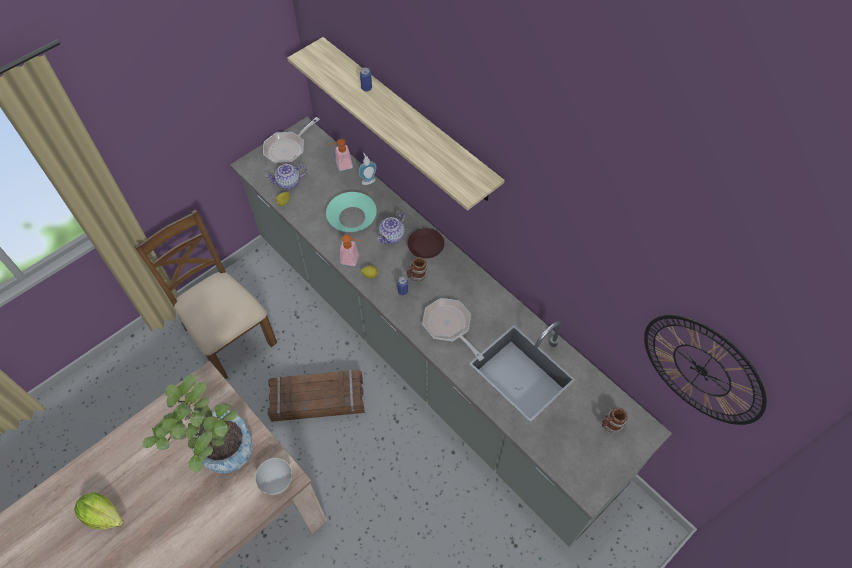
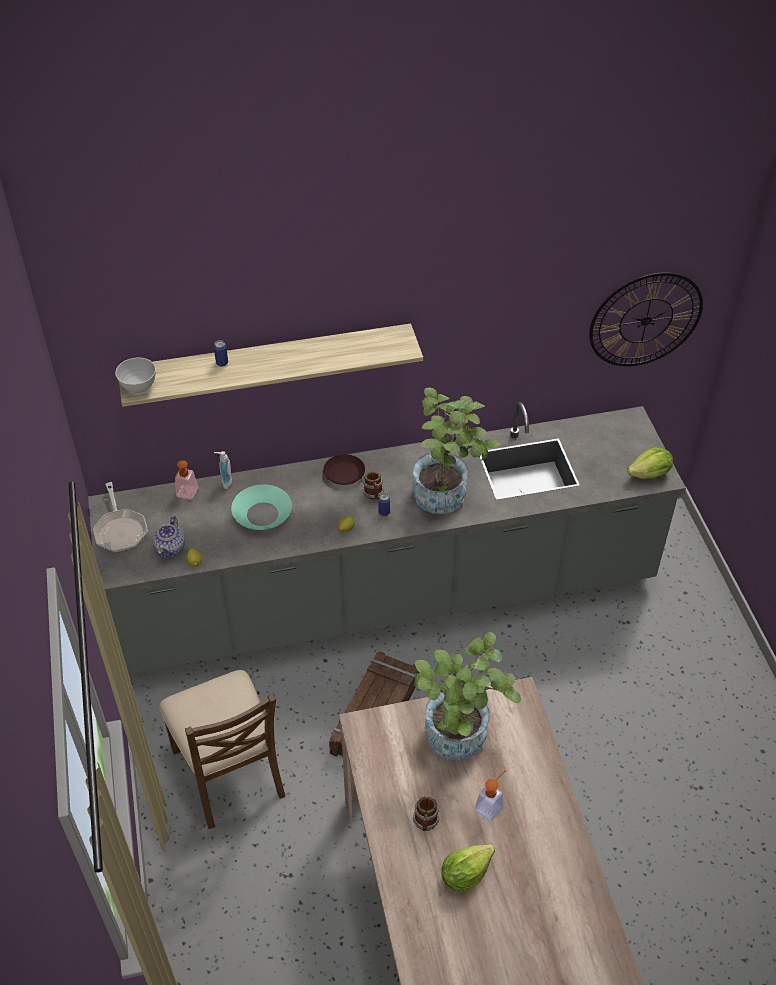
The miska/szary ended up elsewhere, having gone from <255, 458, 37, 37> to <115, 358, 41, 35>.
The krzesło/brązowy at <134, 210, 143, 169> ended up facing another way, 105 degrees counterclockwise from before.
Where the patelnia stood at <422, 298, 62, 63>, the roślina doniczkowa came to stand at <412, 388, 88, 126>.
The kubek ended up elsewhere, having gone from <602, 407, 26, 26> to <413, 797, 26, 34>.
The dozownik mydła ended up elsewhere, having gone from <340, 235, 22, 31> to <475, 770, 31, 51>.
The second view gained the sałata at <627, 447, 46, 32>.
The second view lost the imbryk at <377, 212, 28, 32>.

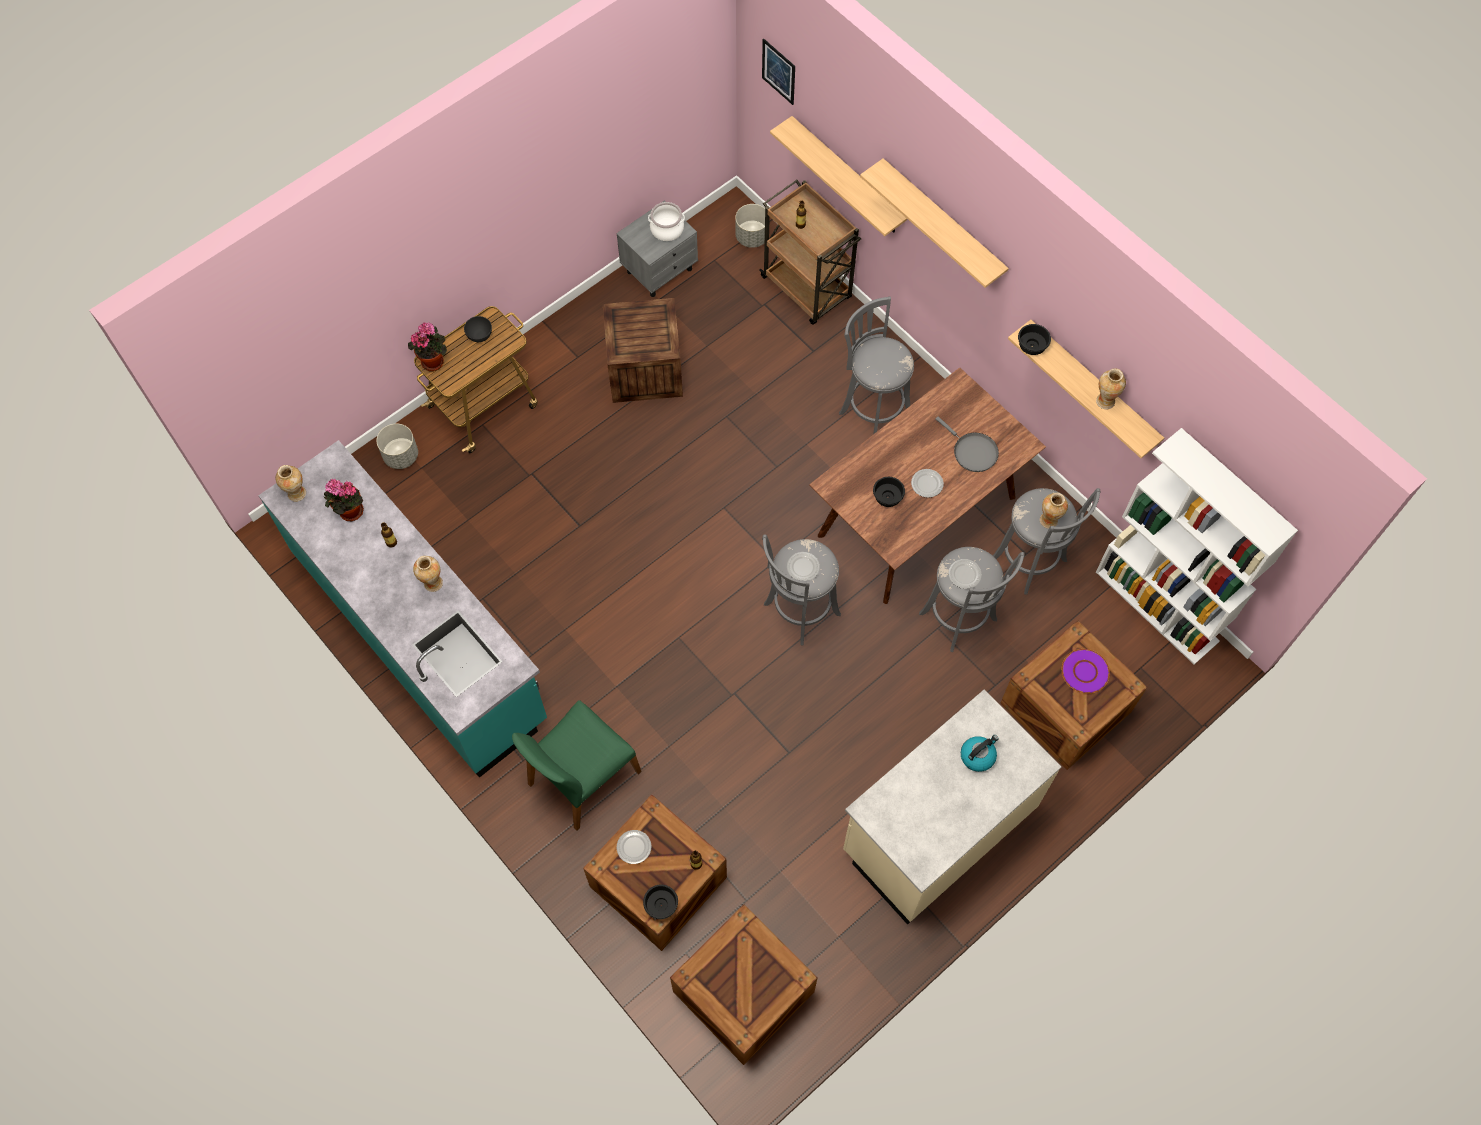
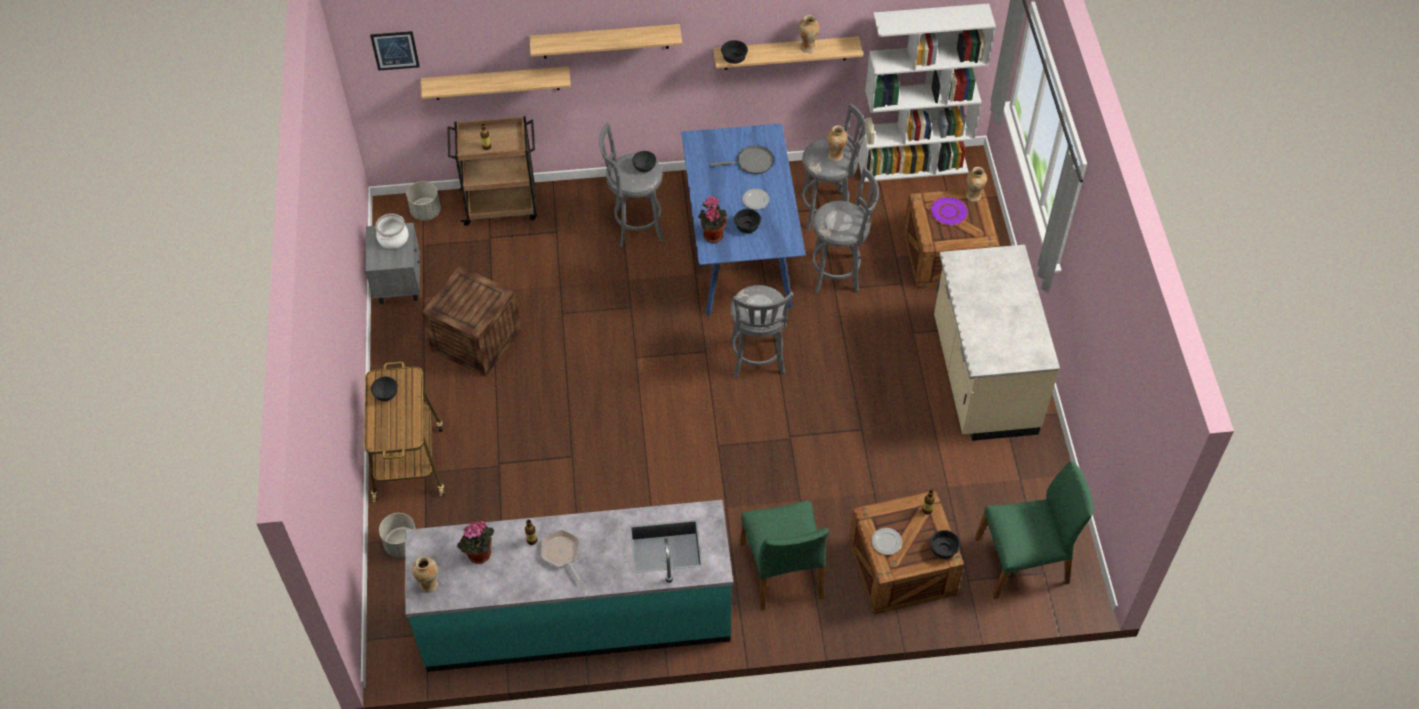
The second view gained the patelnia at <541, 530, 41, 54>.
The second view gained the miska/szary at <632, 151, 24, 21>.
What was the stół jadalny/brązowy at <809, 368, 237, 236> turned into the stół jadalny/niebieski at <681, 123, 125, 193>.
The roślina doniczkowa ended up elsewhere, having gone from <408, 322, 39, 49> to <698, 196, 29, 47>.
The wazon ended up elsewhere, having gone from <413, 556, 30, 36> to <966, 167, 21, 35>.
Where the skrzynka stood at <670, 904, 148, 161>, the krzesło/zielony came to stand at <975, 461, 119, 138>.
The second view lost the czajnik at <961, 735, 38, 37>.

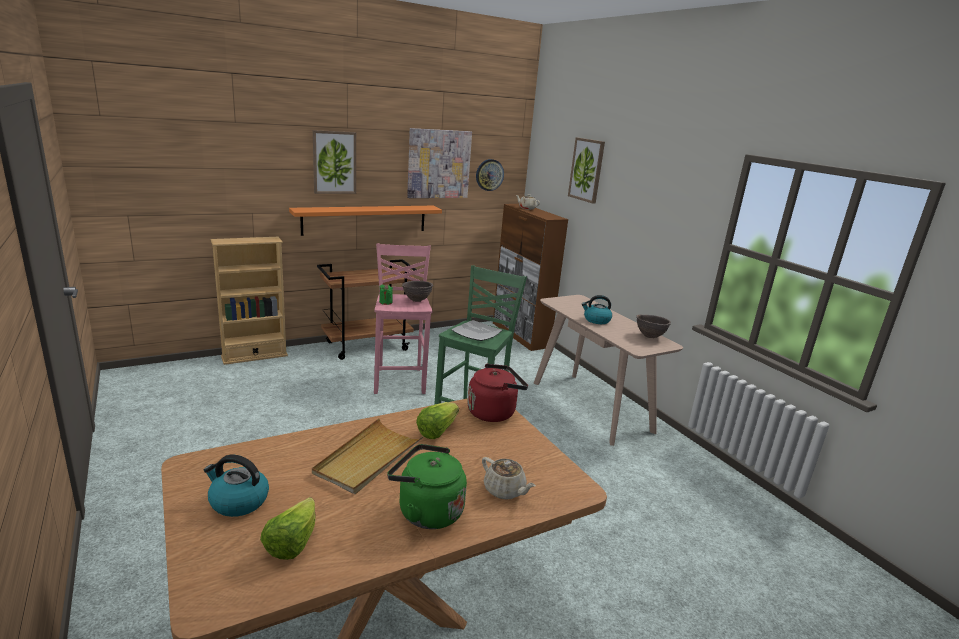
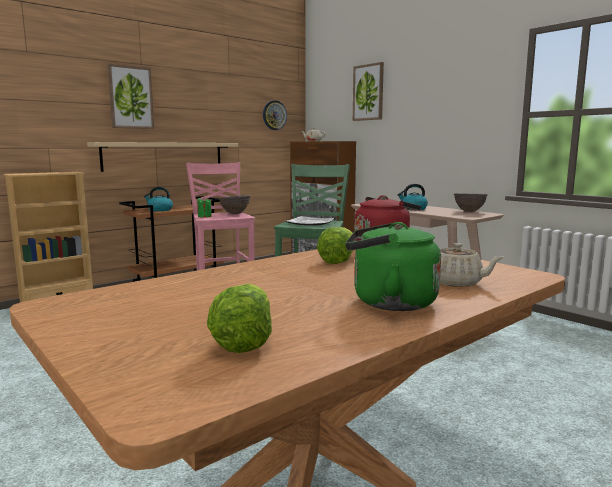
What was the półka/pomarańczowy at <289, 206, 153, 30> turned into the półka/beżowy at <87, 142, 151, 30>.
The czajnik ended up elsewhere, having gone from <204, 454, 65, 63> to <144, 187, 29, 24>.
The second view lost the taca/beżowy at <312, 418, 111, 76>.
The second view lost the obraz at <407, 128, 65, 70>.

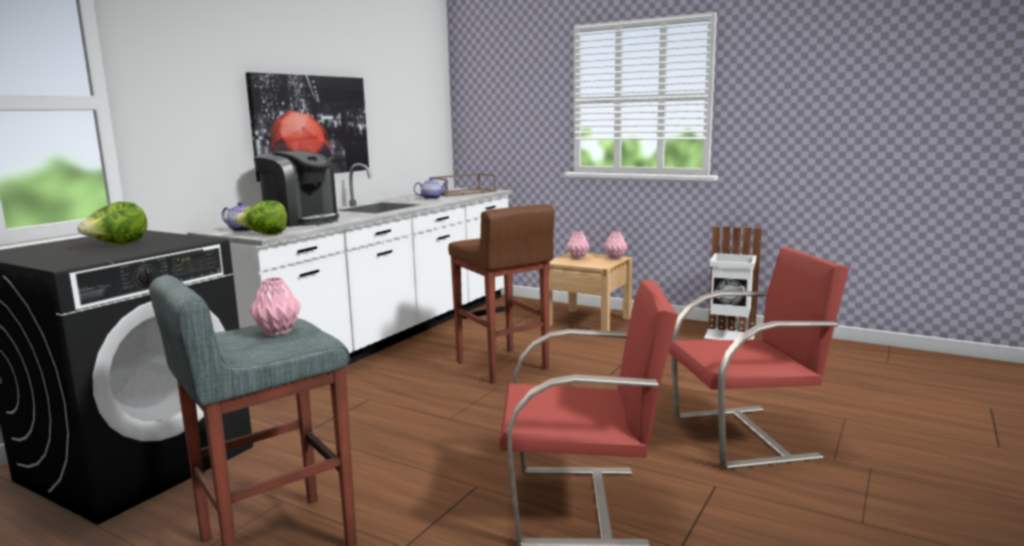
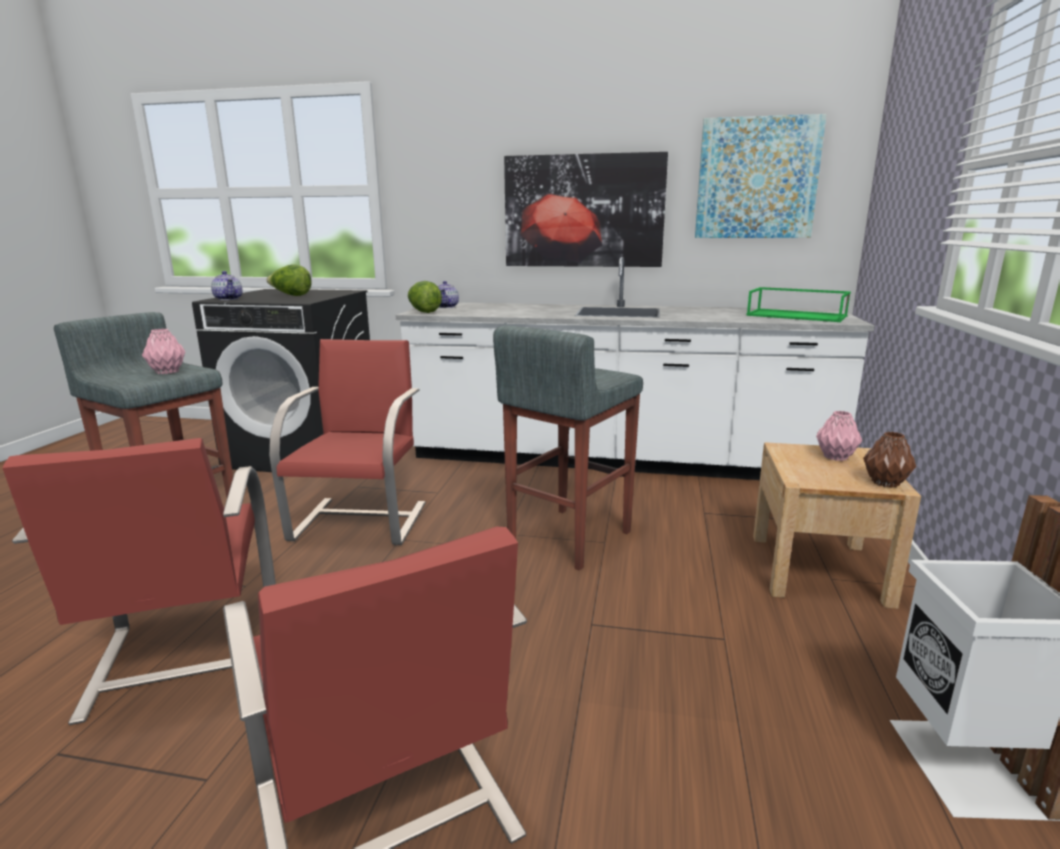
The imbryk ended up elsewhere, having gone from <414, 177, 34, 22> to <211, 271, 32, 29>.
The second view gained the krzesło/czerwony at <269, 339, 157, 206>.
What was the stołek/brązowy at <448, 204, 106, 179> turned into the stołek/szary at <493, 325, 150, 246>.
The second view gained the obraz at <695, 114, 131, 124>.
What was the taca/brązowy at <432, 173, 65, 23> turned into the taca/zielony at <746, 287, 105, 35>.
What was the wazon/różowy at <604, 231, 24, 28> turned into the wazon/brązowy at <863, 432, 53, 56>.
The second view lost the ekspres do kawy at <254, 151, 85, 76>.

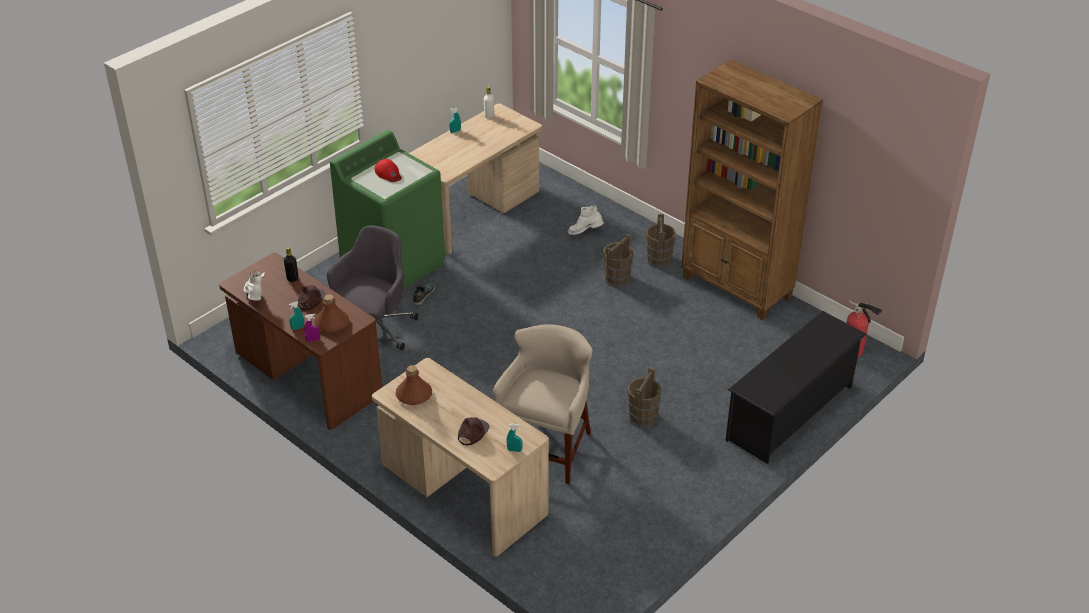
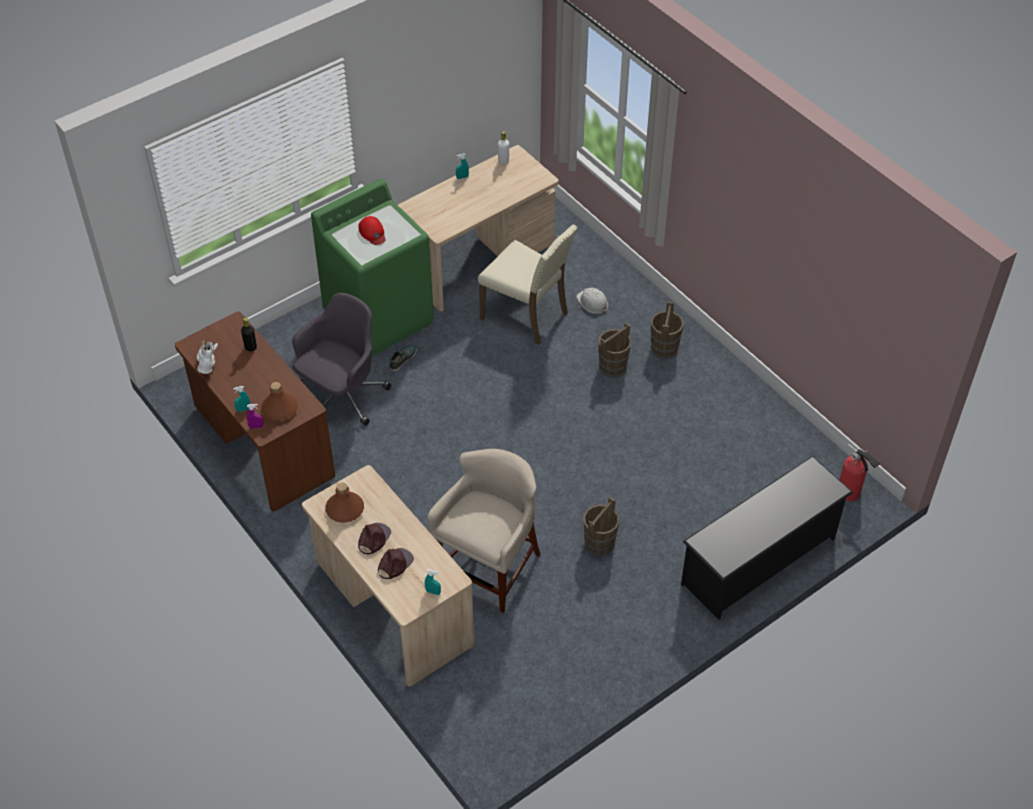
The czapka z daszkiem/brązowy ended up elsewhere, having gone from <298, 285, 27, 25> to <358, 523, 33, 31>.
The second view gained the krzesło/beżowy at <478, 224, 100, 121>.
Where the but z cholewką/biały stood at <568, 205, 36, 30>, the kask/biały came to stand at <576, 288, 32, 26>.
The second view lost the regał/brązowy at <681, 60, 142, 260>.

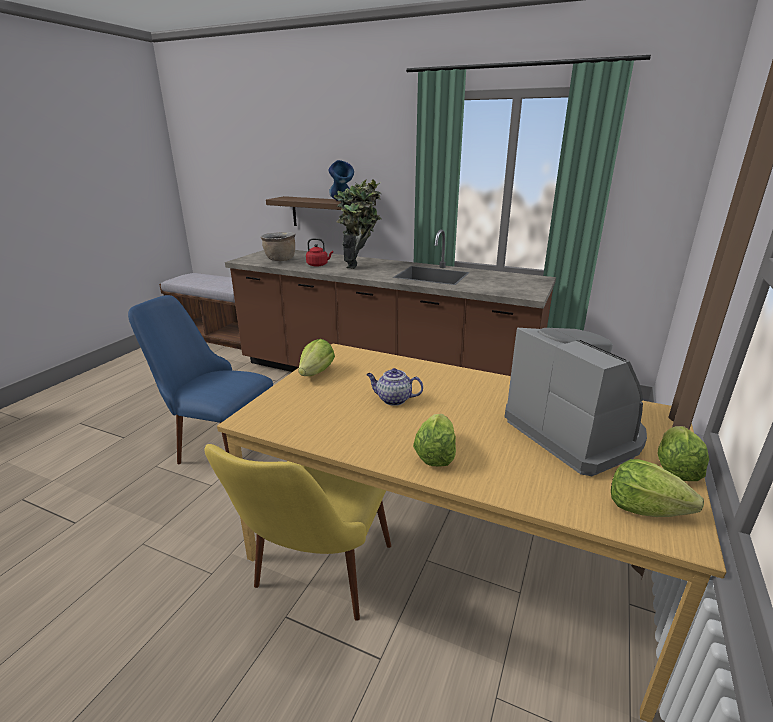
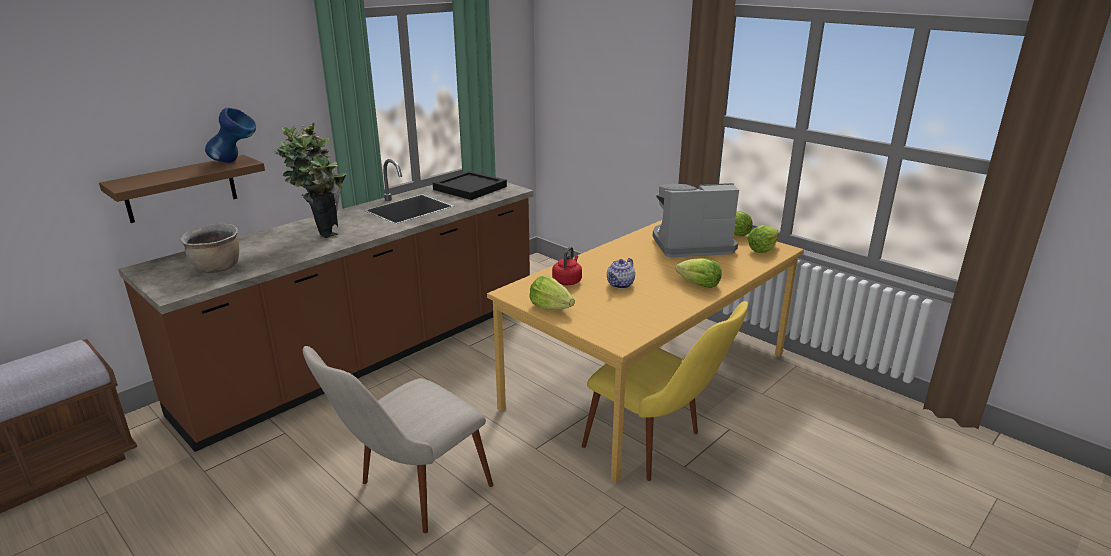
What was the krzesło/niebieski at <128, 295, 145, 169> turned into the krzesło/beżowy at <303, 346, 190, 187>.
The second view gained the taca/czarny at <433, 171, 74, 29>.
The czajnik/czerwony ended up elsewhere, having gone from <306, 238, 27, 29> to <552, 247, 30, 38>.

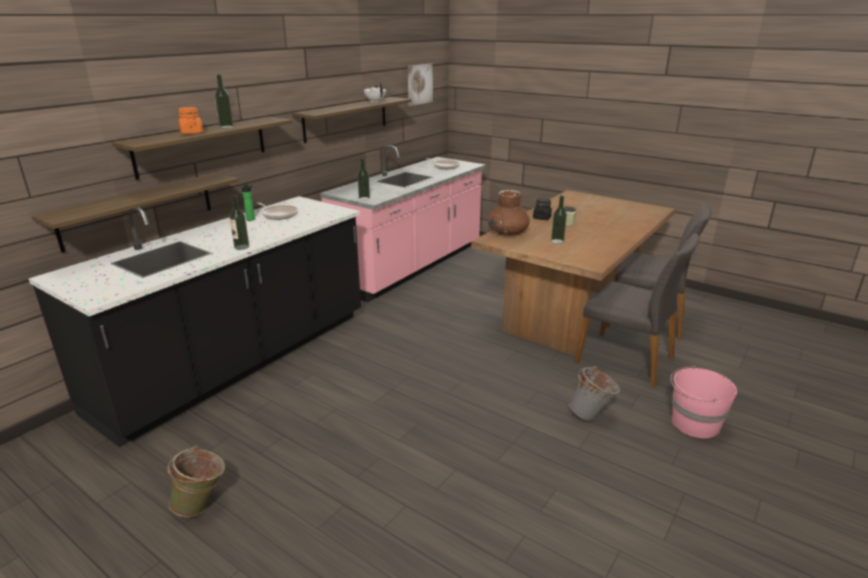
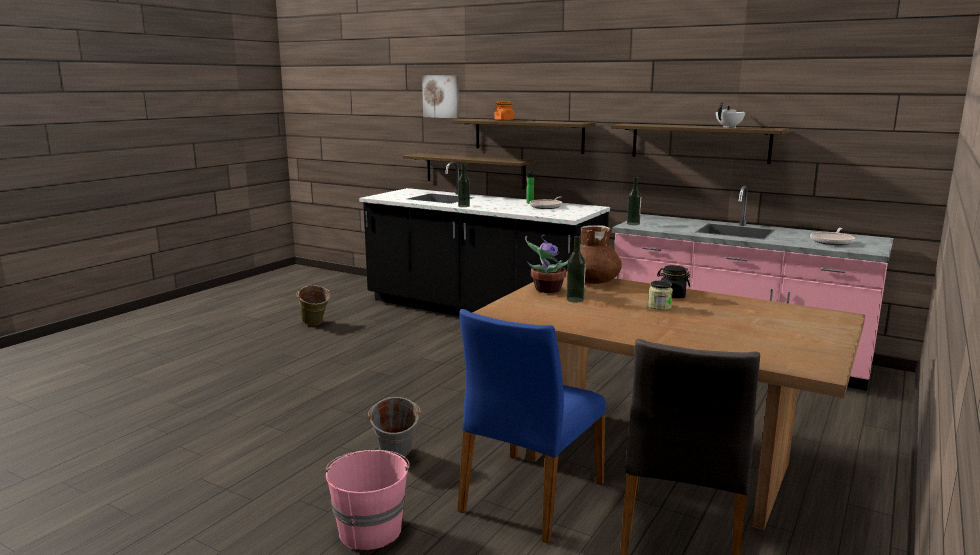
The obraz ended up elsewhere, having gone from <408, 64, 25, 42> to <422, 75, 37, 43>.
What was the krzesło/szary at <575, 233, 125, 154> turned into the krzesło/niebieski at <458, 309, 148, 234>.
The second view gained the roślina doniczkowa at <525, 235, 43, 58>.
The second view lost the butelka at <215, 74, 19, 54>.

